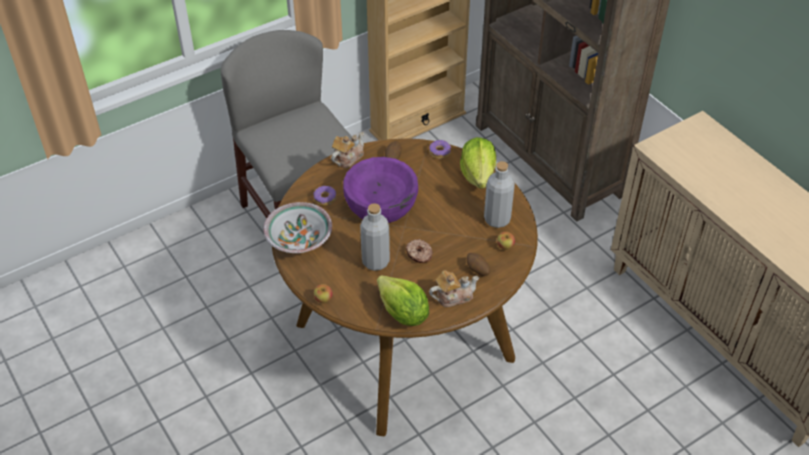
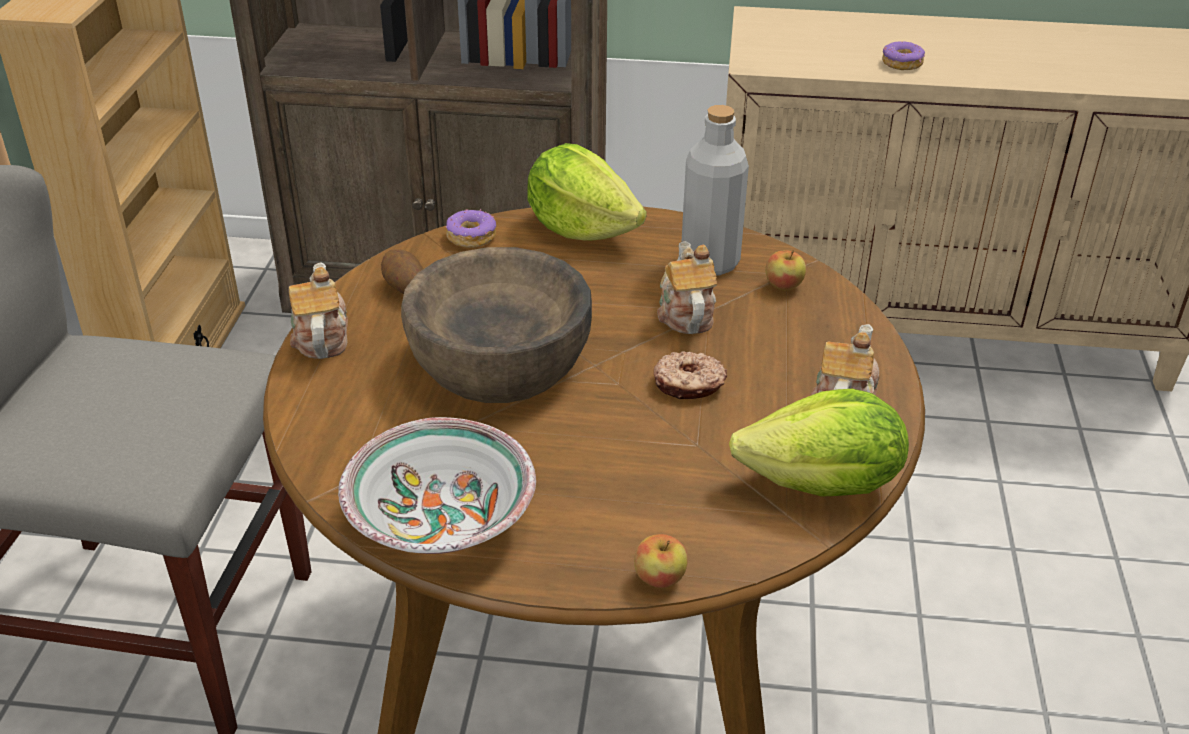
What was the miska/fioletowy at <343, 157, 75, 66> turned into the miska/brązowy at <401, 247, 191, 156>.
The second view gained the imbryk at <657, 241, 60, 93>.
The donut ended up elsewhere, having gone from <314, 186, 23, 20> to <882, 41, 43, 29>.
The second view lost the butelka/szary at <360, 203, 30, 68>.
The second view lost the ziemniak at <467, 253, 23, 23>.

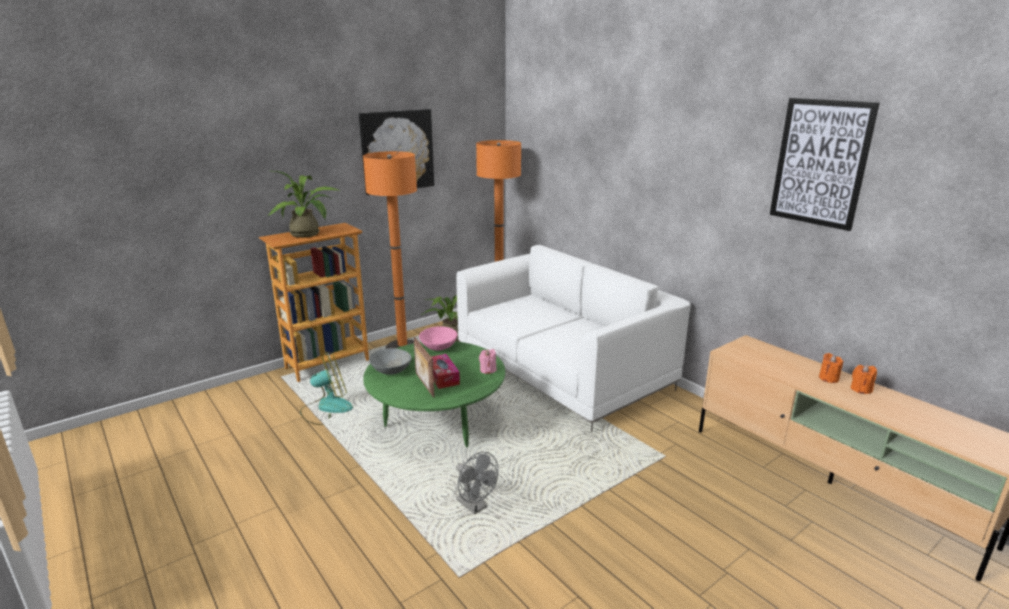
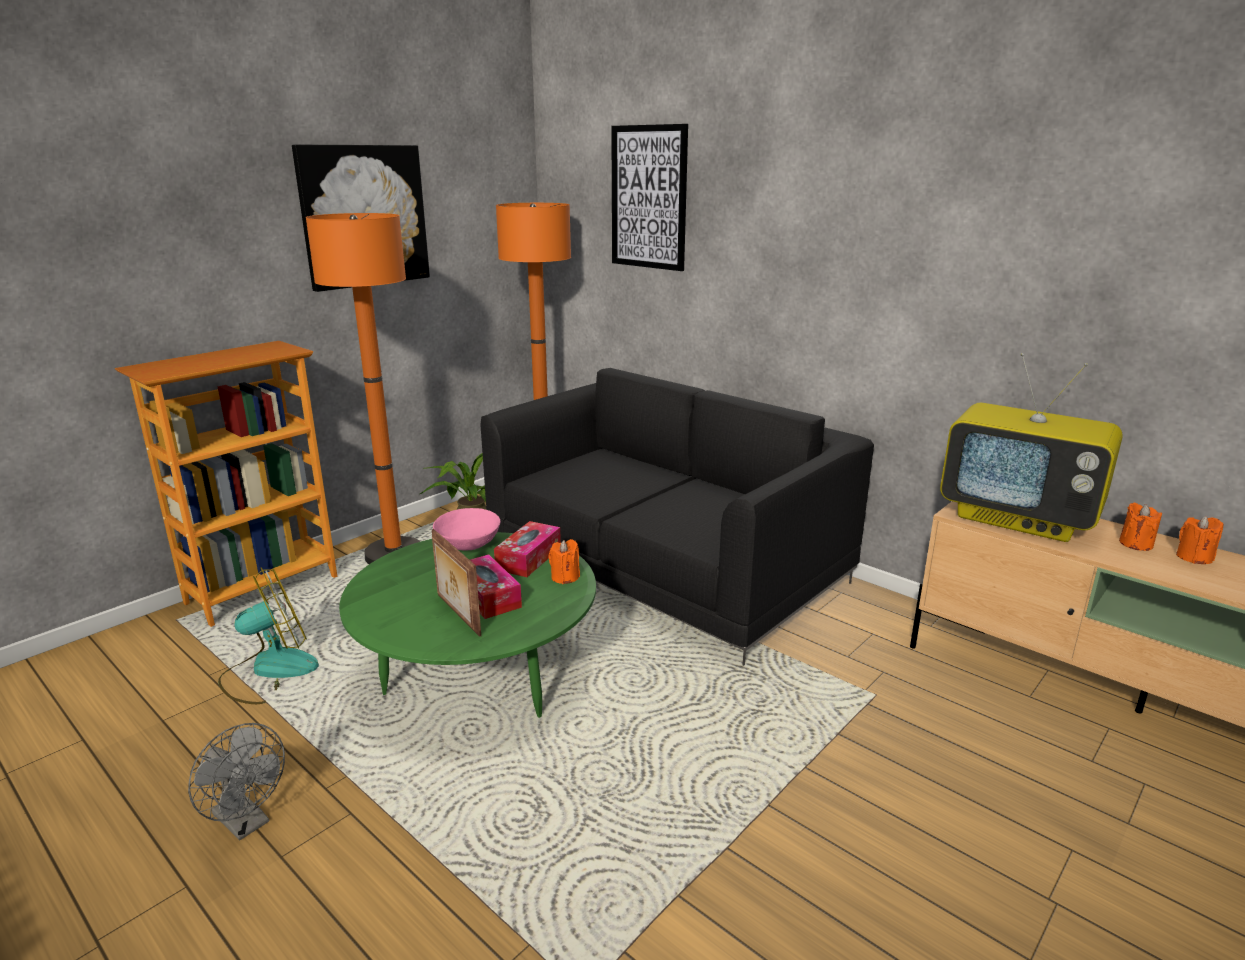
The wentylator/szary ended up elsewhere, having gone from <456, 452, 42, 63> to <188, 723, 97, 117>.
What was the kanapa/biały at <456, 245, 235, 187> turned into the kanapa/czarny at <480, 368, 394, 298>.
The second view gained the pudełko chusteczek at <494, 521, 67, 56>.
What was the świeca/różowy at <479, 349, 18, 25> turned into the świeca/pomarańczowy at <548, 539, 32, 45>.
The obraz ended up elsewhere, having gone from <770, 98, 110, 133> to <611, 124, 77, 147>.
The second view gained the telewizor at <940, 353, 183, 189>.
The second view lost the roślina doniczkowa at <267, 171, 73, 67>.
The second view lost the miska/szary at <369, 348, 43, 27>.

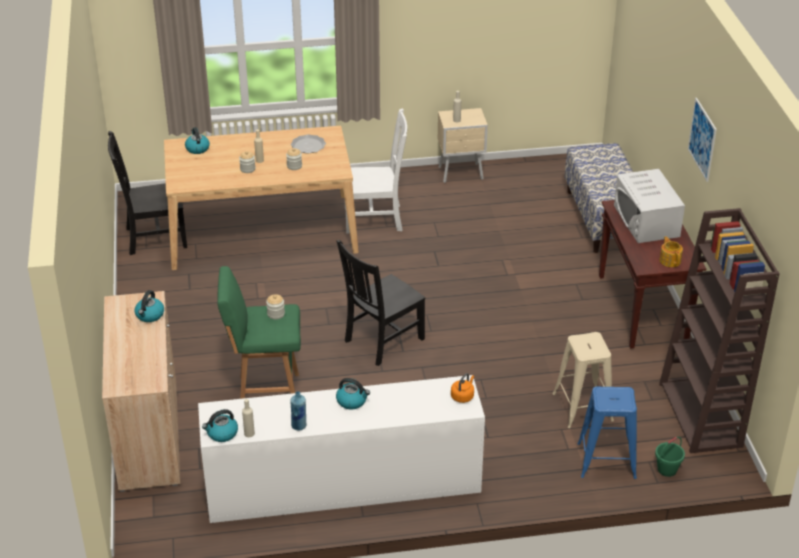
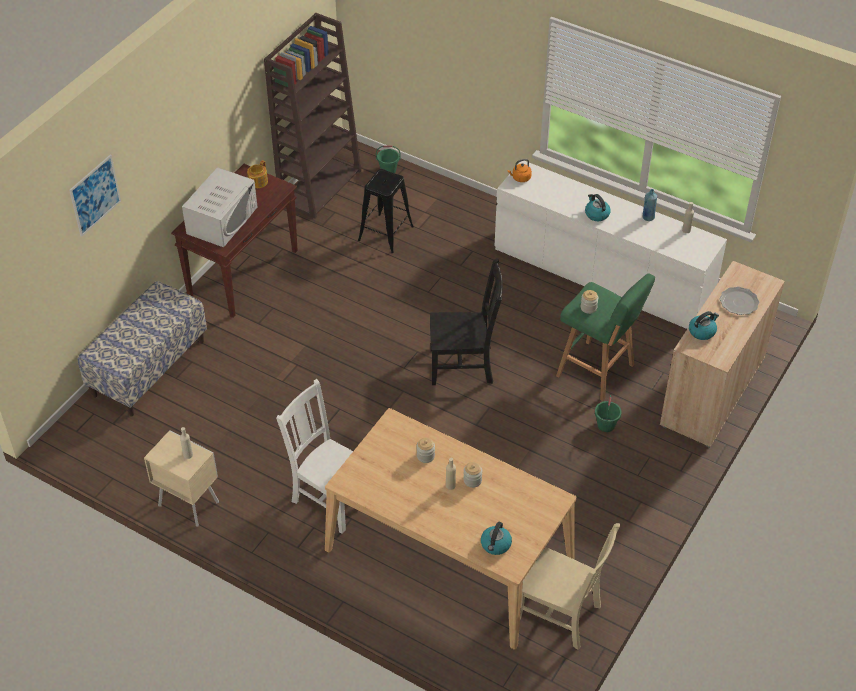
The obraz ended up elsewhere, having gone from <688, 98, 29, 84> to <69, 155, 52, 82>.
What was the stołek/beżowy at <553, 332, 61, 96> turned into the stołek/czarny at <358, 169, 56, 84>.
What was the krzesło/czarny at <108, 131, 79, 124> turned into the krzesło/beżowy at <520, 523, 100, 127>.
The second view gained the wiadro/zielony at <595, 395, 26, 37>.
The talerz ended up elsewhere, having gone from <291, 134, 35, 19> to <720, 287, 39, 28>.
The second view lost the czajnik at <202, 409, 36, 33>.
The second view lost the stołek/niebieski at <577, 386, 60, 93>.

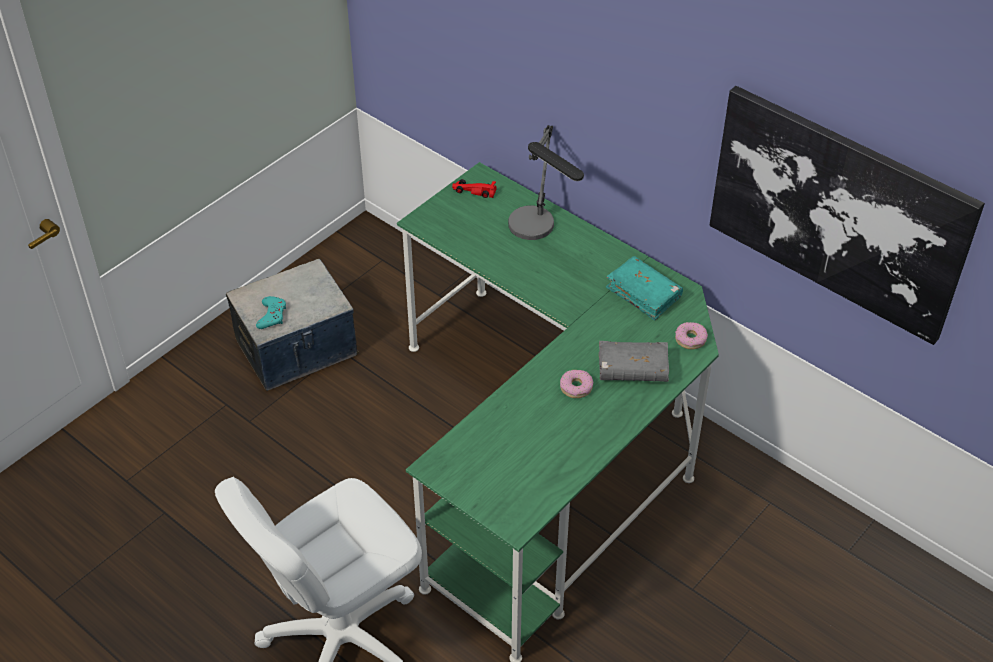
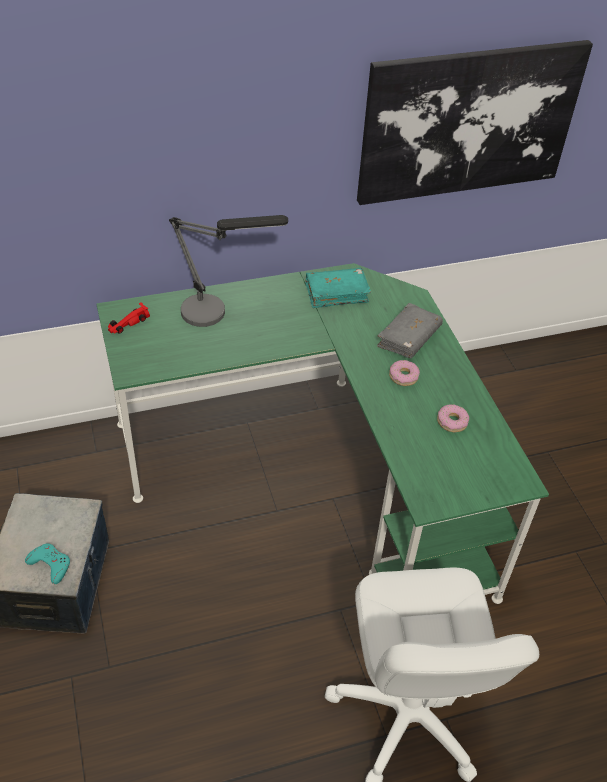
The donut ended up elsewhere, having gone from <675, 322, 33, 27> to <437, 404, 32, 28>.

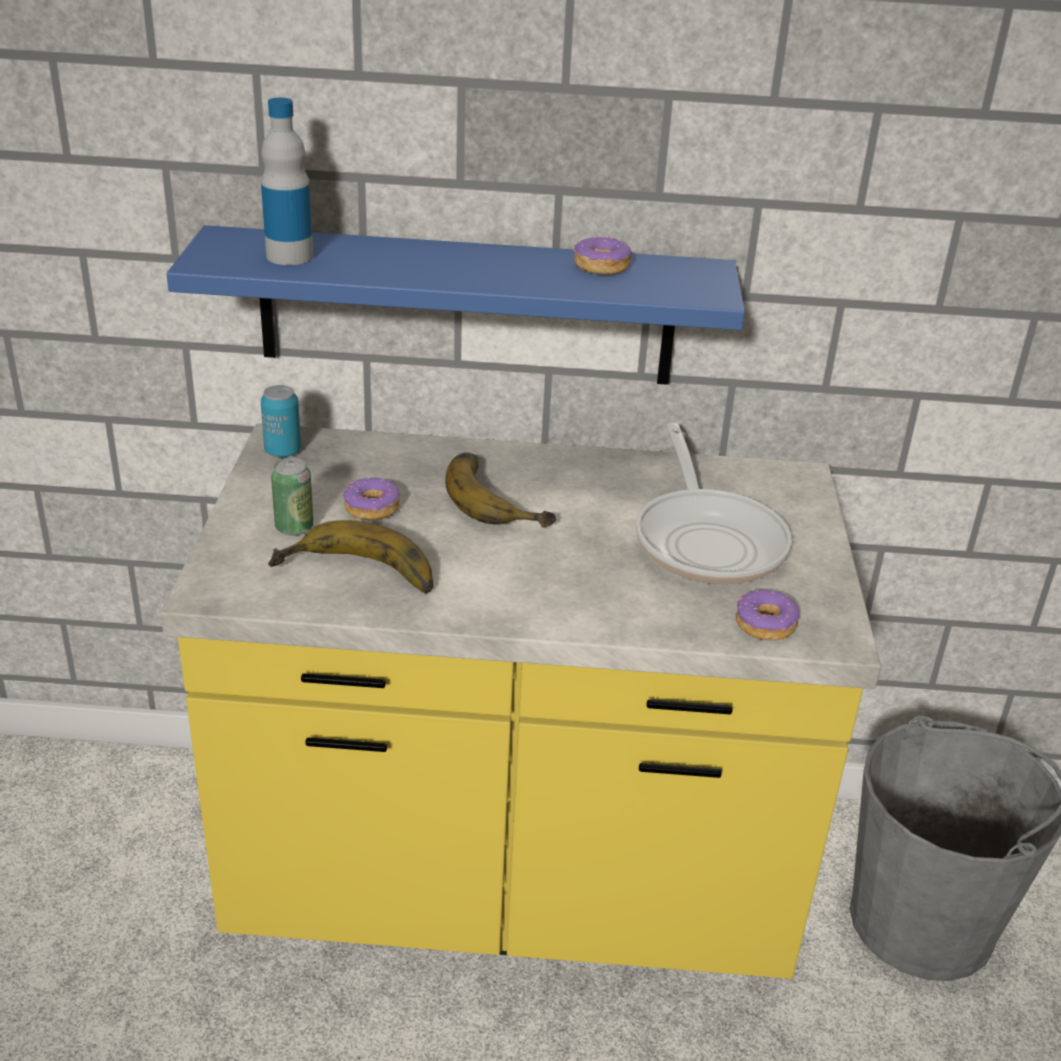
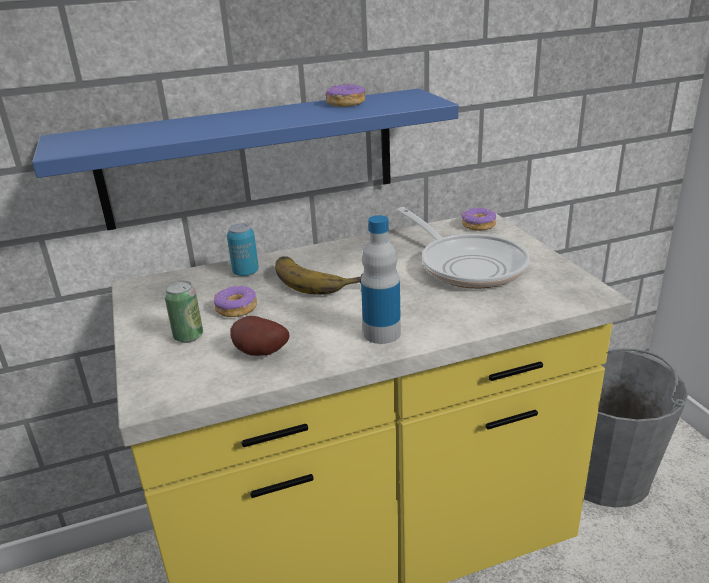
The puszka ended up elsewhere, having gone from <261, 385, 40, 72> to <227, 223, 32, 53>.
Where the banan stood at <268, 520, 165, 73>, the ziemniak came to stand at <230, 316, 60, 40>.
The butelka ended up elsewhere, having gone from <261, 98, 52, 167> to <361, 215, 40, 129>.
The donut ended up elsewhere, having gone from <736, 590, 64, 51> to <462, 208, 35, 23>.

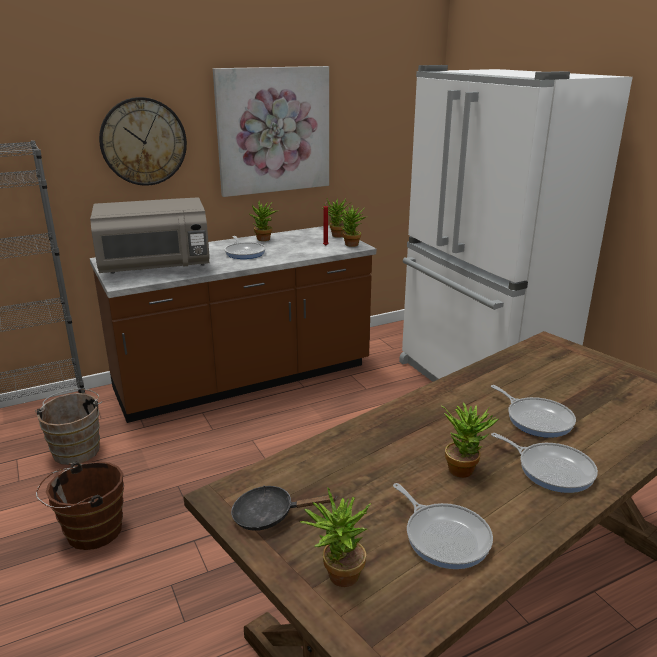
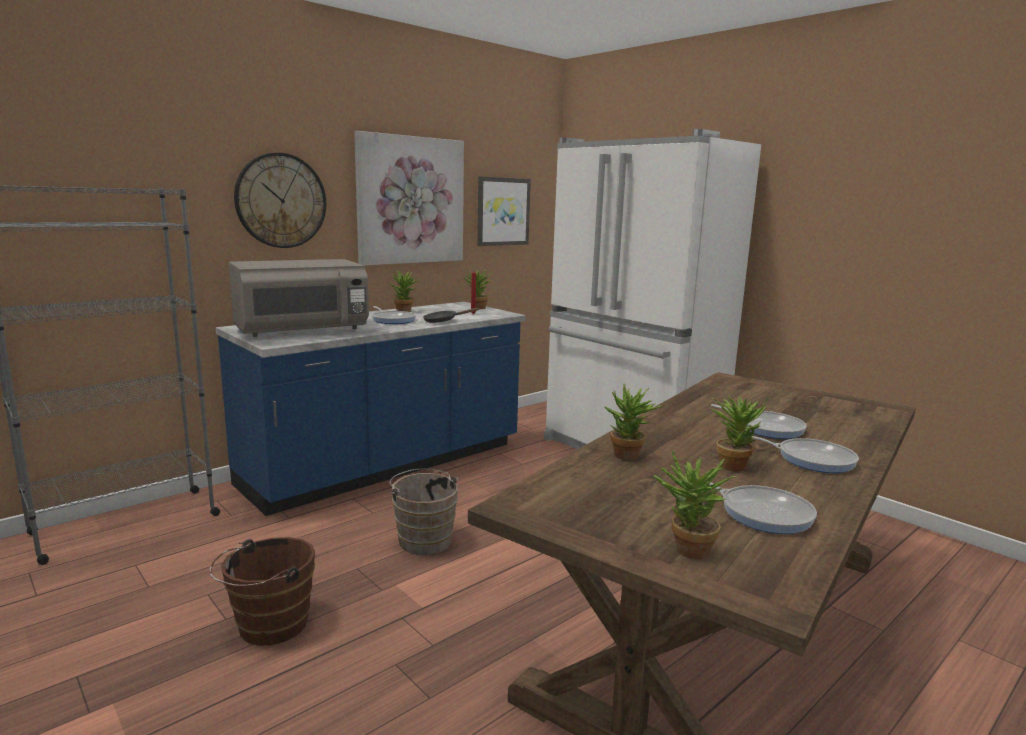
What was the zabudowa kuchenna/brązowy at <90, 225, 286, 198> turned into the zabudowa kuchenna/niebieski at <216, 302, 310, 214>.
The wiadro/brązowy ended up elsewhere, having gone from <35, 389, 68, 76> to <389, 469, 69, 86>.
The patelnia/czarny ended up elsewhere, having gone from <231, 485, 105, 46> to <423, 308, 57, 15>.
The second view gained the obraz at <477, 176, 54, 70>.
The roślina doniczkowa ended up elsewhere, having gone from <339, 205, 28, 42> to <604, 383, 59, 77>.

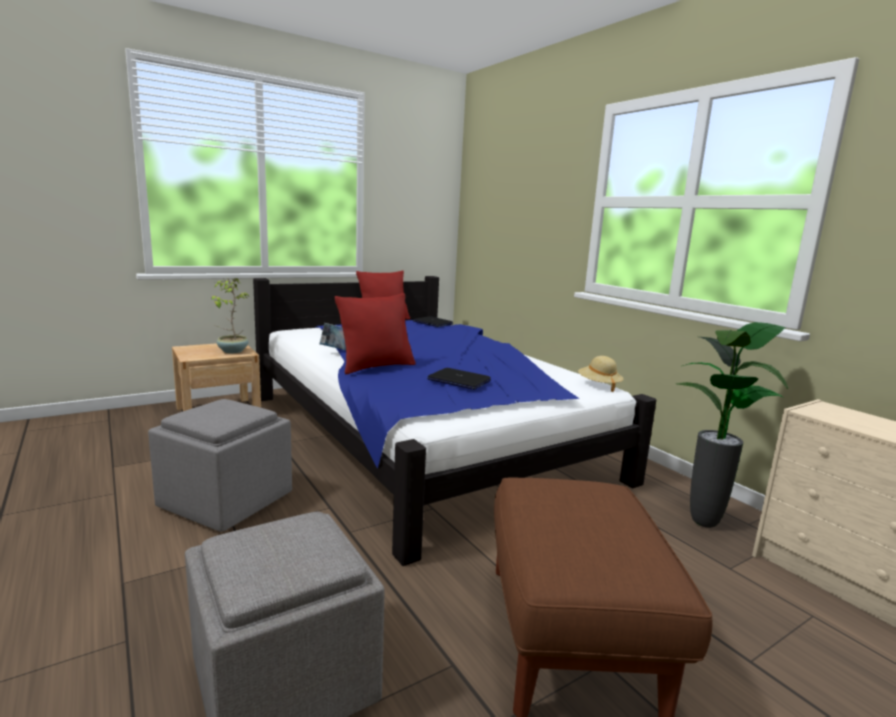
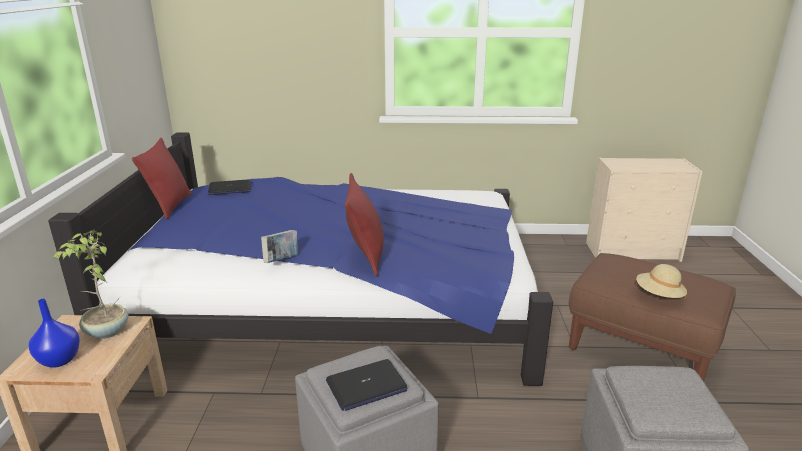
The second view gained the wazon/niebieski at <29, 299, 51, 69>.
The laptop ended up elsewhere, having gone from <427, 368, 64, 22> to <326, 359, 81, 52>.
The kapelusz/beżowy ended up elsewhere, having gone from <578, 356, 45, 36> to <636, 264, 51, 34>.
The second view lost the roślina doniczkowa at <676, 322, 112, 206>.

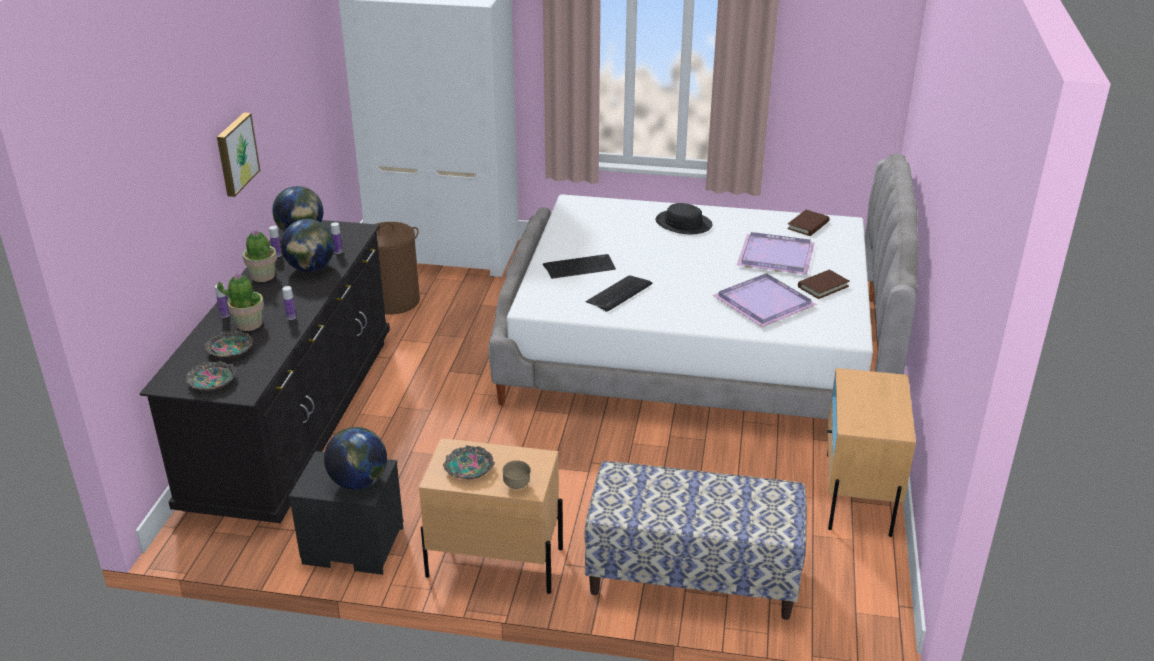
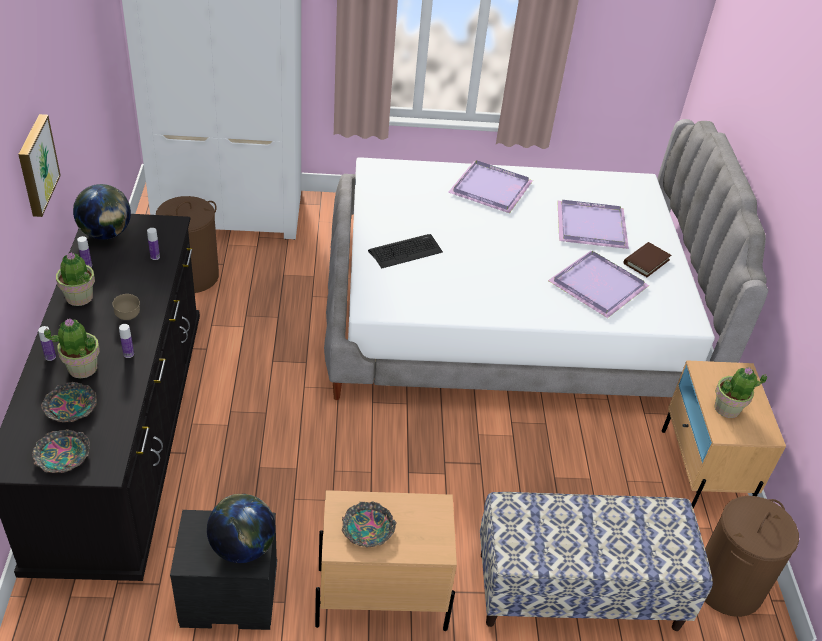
The miska/brązowy ended up elsewhere, having gone from <502, 460, 29, 29> to <112, 294, 28, 26>.
Where the kapelusz/czarny stood at <656, 203, 57, 31>, the taca/fioletowy came to stand at <448, 160, 85, 53>.
The second view gained the kosz na pranie/brązowy at <705, 496, 94, 121>.
The second view gained the roślina doniczkowa at <714, 367, 53, 51>.
The second view lost the globus at <281, 219, 54, 53>.
The second view lost the klawiatura at <585, 275, 68, 37>.
The second view lost the książka/brązowy at <787, 210, 43, 26>.

